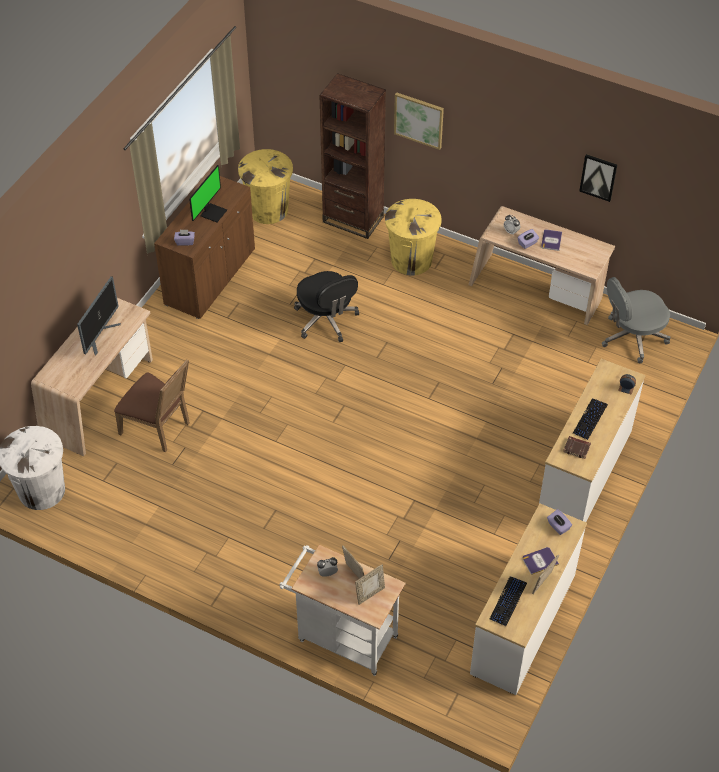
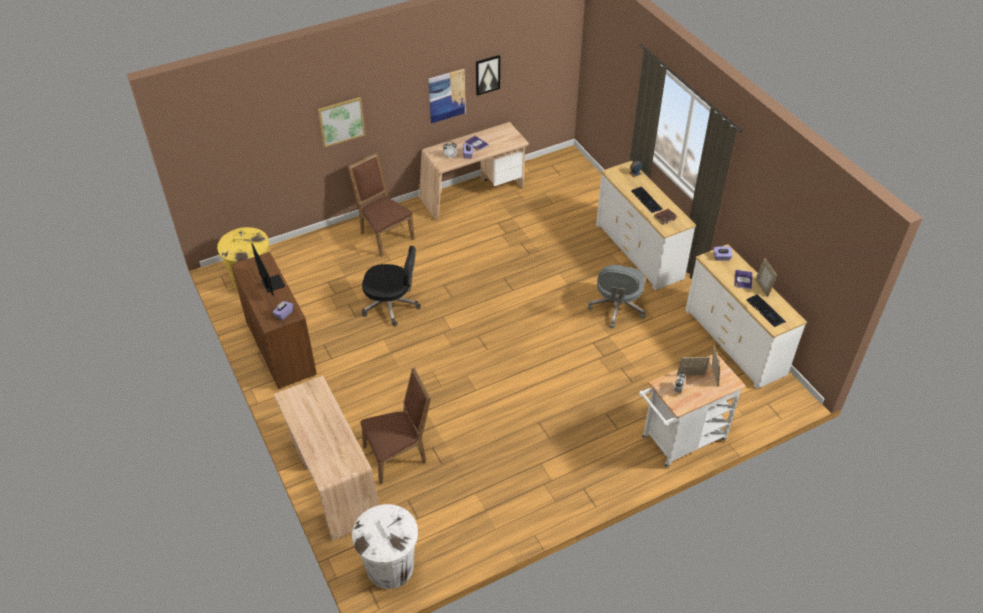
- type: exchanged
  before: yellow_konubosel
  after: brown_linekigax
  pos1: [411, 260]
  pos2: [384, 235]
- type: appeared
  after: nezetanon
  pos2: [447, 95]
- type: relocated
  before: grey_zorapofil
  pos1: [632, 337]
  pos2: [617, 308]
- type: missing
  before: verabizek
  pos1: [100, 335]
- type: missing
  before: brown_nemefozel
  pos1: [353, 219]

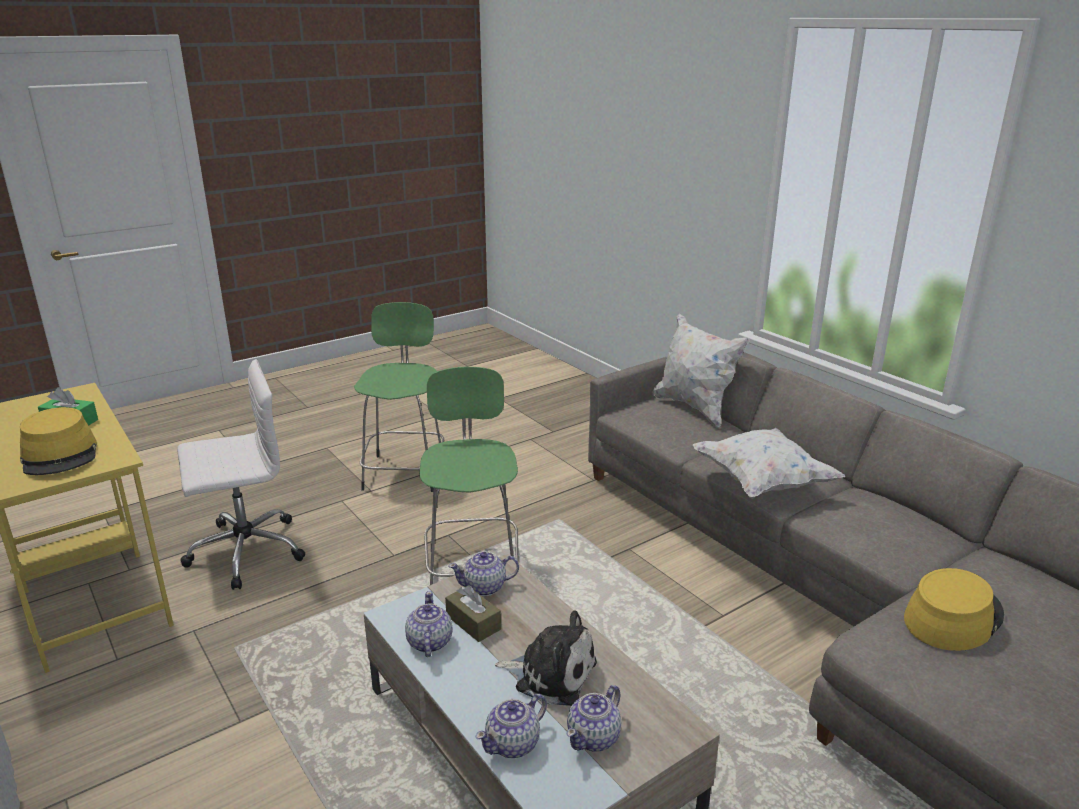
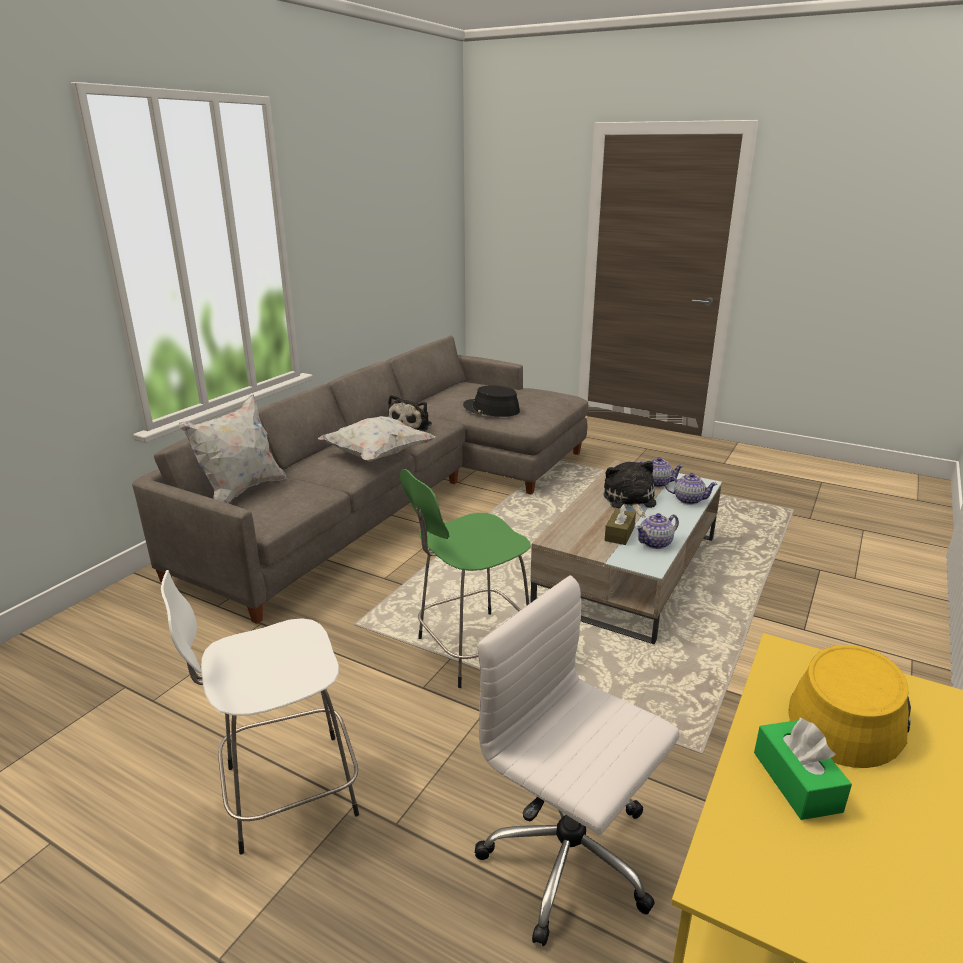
- type: colour
  before: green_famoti
  after: white_famoti
  pos1: [405, 471]
  pos2: [285, 792]
- type: appeared
  after: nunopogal
  pos2: [411, 425]
- type: colour
  before: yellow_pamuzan
  after: black_pamuzan
  pos1: [952, 617]
  pos2: [491, 409]
- type: missing
  before: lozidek
  pos1: [485, 587]

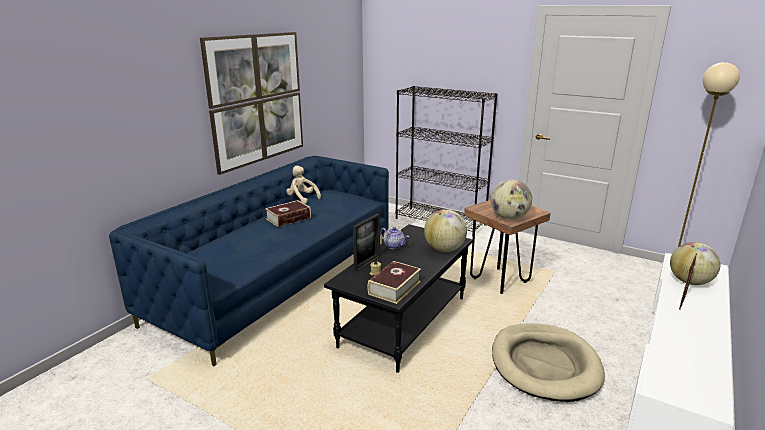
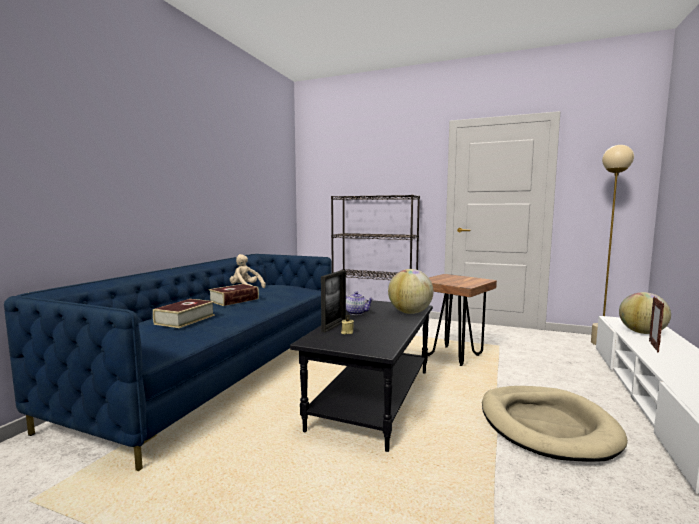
- type: relocated
  before: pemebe
  pos1: [394, 288]
  pos2: [185, 319]
- type: missing
  before: nezetanon
  pos1: [257, 99]
- type: missing
  before: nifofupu
  pos1: [509, 218]

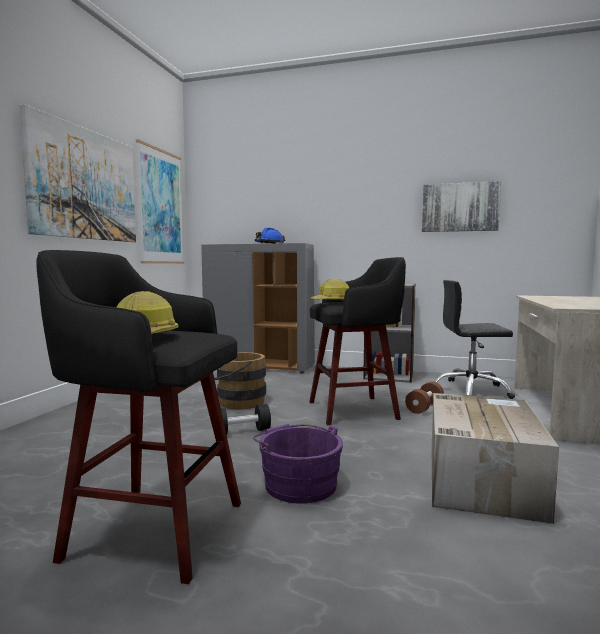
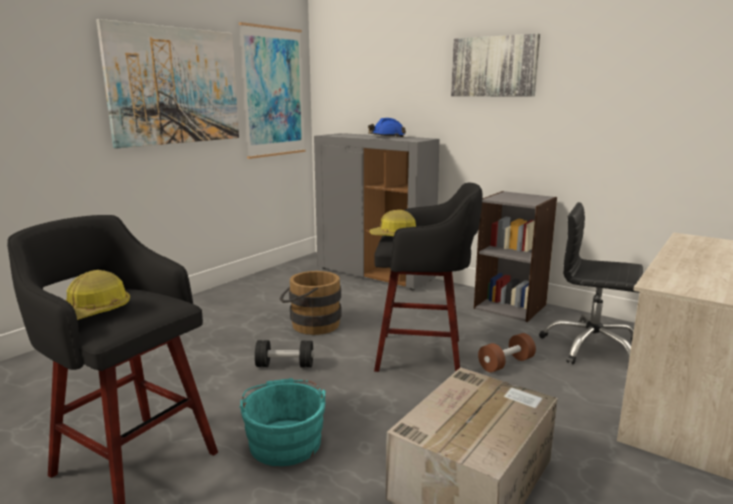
- type: colour
  before: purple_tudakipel
  after: turquoise_tudakipel
  pos1: [298, 483]
  pos2: [285, 440]
- type: relocated
  before: nezetanon
  pos1: [460, 207]
  pos2: [494, 66]

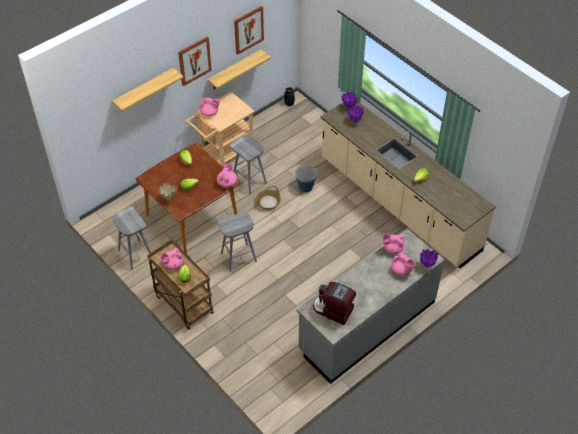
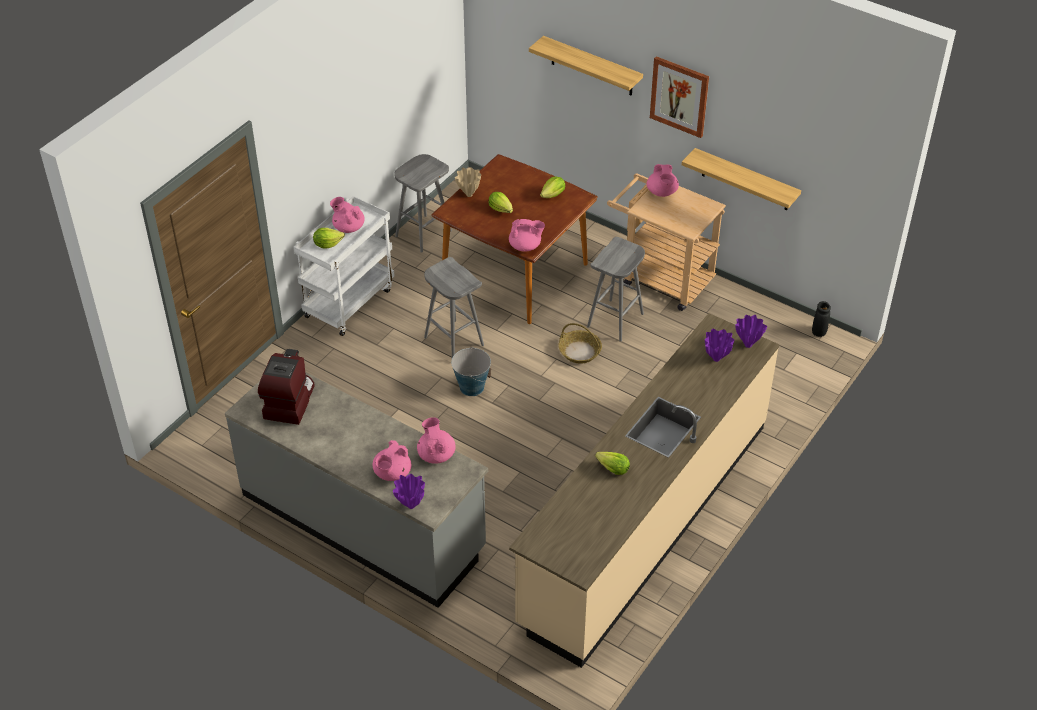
- type: colour
  before: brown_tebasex
  after: white_tebasex
  pos1: [183, 304]
  pos2: [349, 301]
- type: relocated
  before: tudakipel
  pos1: [305, 187]
  pos2: [472, 387]
- type: missing
  before: nezetanon
  pos1: [248, 29]

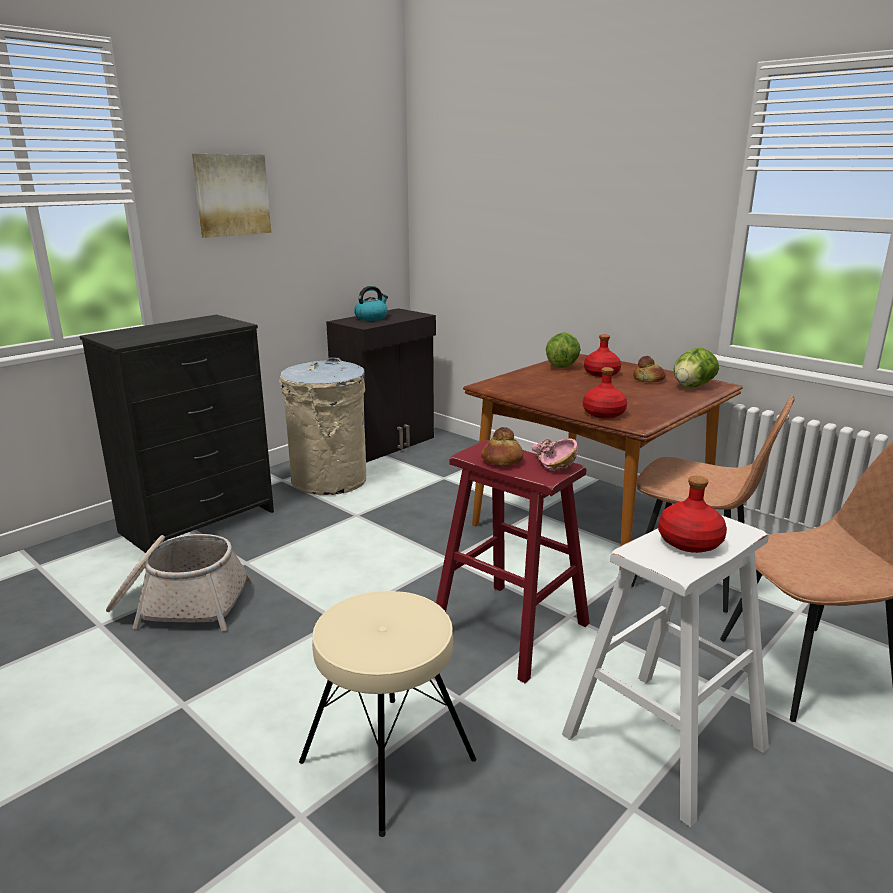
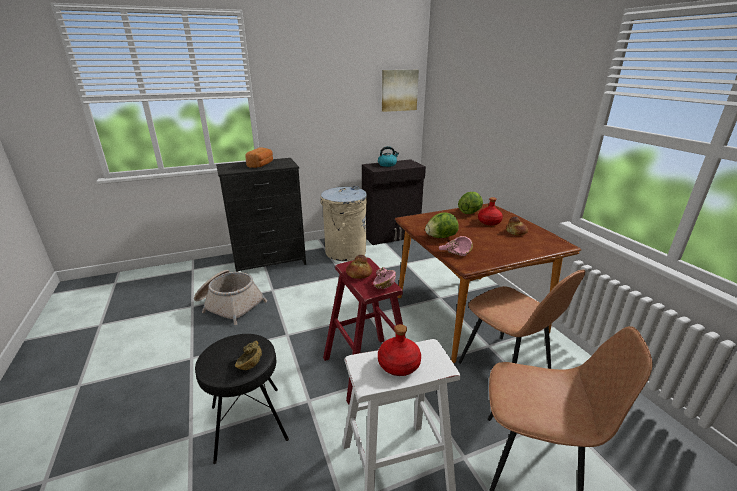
- type: colour
  before: beige_famoti
  after: black_famoti
  pos1: [387, 761]
  pos2: [248, 423]
- type: appeared
  after: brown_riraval
  pos2: [250, 360]
- type: appeared
  after: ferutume
  pos2: [261, 165]
- type: relocated
  before: nezetanon
  pos1: [231, 195]
  pos2: [399, 90]
- type: relocated
  before: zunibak
  pos1: [692, 386]
  pos2: [440, 237]
- type: exchanged
  before: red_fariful
  after: pink_riraval
  pos1: [603, 413]
  pos2: [455, 253]

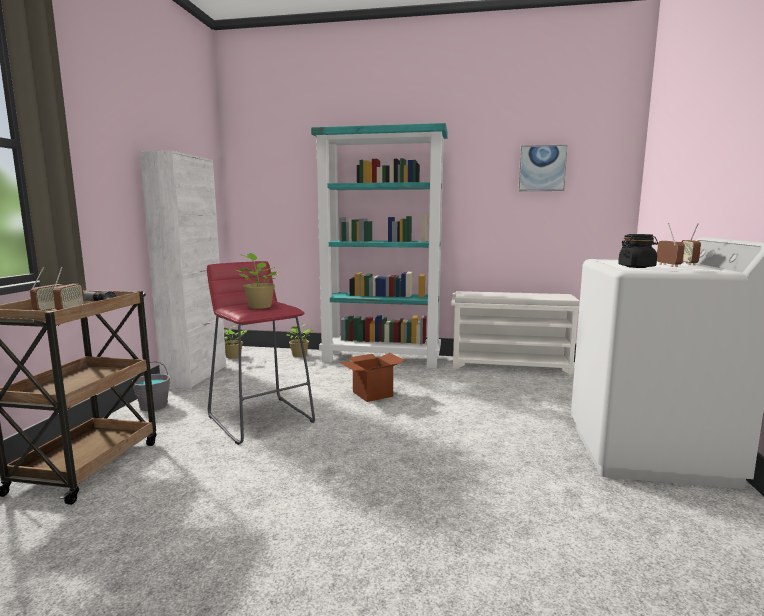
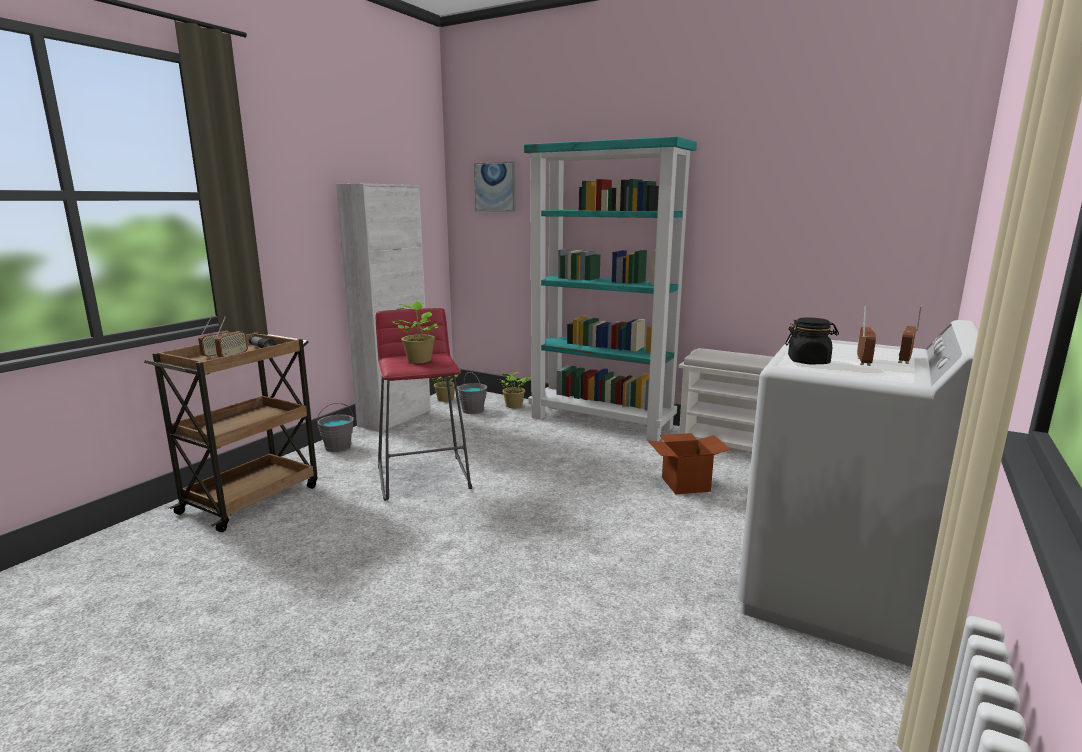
- type: appeared
  after: grey_tudakipel
  pos2: [472, 410]
- type: relocated
  before: nezetanon
  pos1: [542, 168]
  pos2: [495, 187]
- type: relocated
  before: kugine
  pos1: [373, 394]
  pos2: [686, 484]

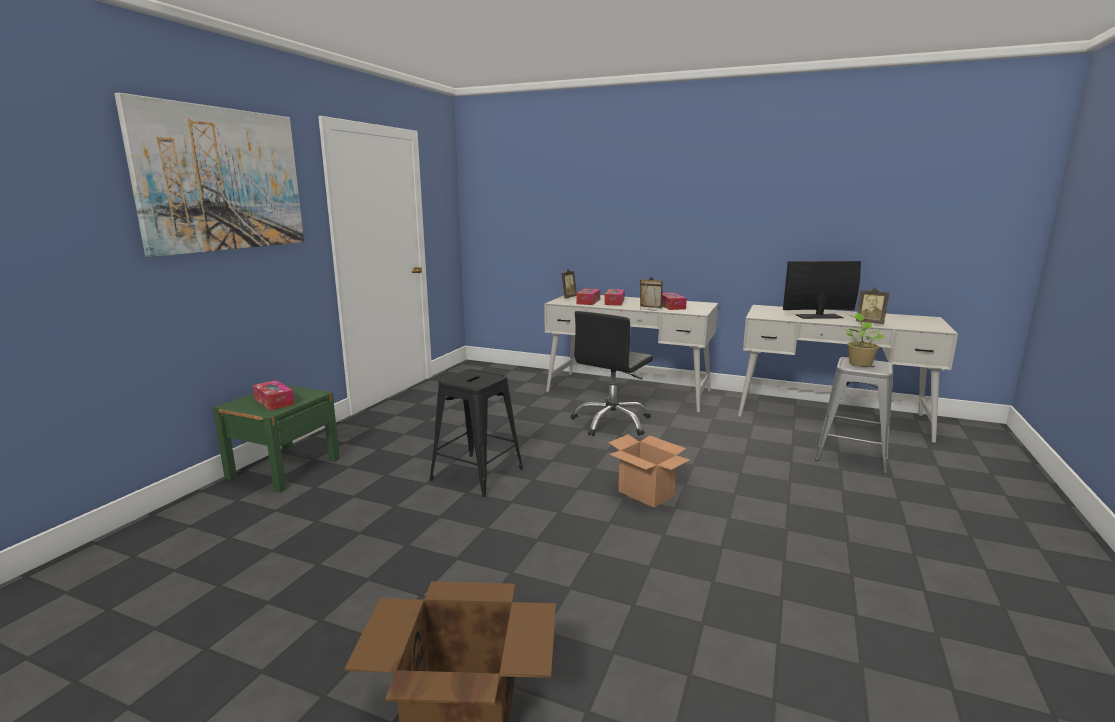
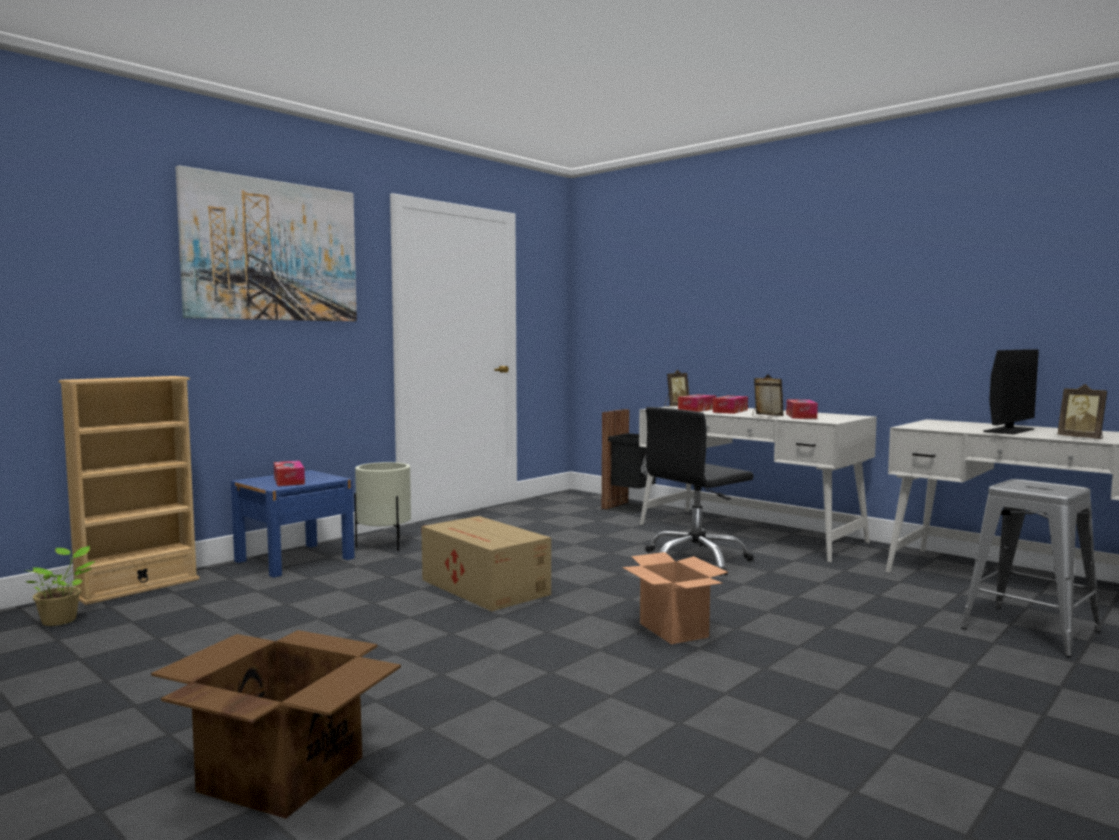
- type: relocated
  before: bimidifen
  pos1: [859, 363]
  pos2: [61, 620]
- type: appeared
  after: beige_nemefozel
  pos2: [138, 587]
- type: colour
  before: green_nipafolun
  after: blue_nipafolun
  pos1: [284, 468]
  pos2: [294, 560]
- type: appeared
  after: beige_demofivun
  pos2: [384, 545]
- type: exchanged
  before: black_famoti
  after: kugine
  pos1: [477, 474]
  pos2: [485, 588]
- type: appeared
  after: black_konubosel
  pos2: [630, 508]
- type: spun
  before: verabizek
  pos1: [819, 316]
  pos2: [1009, 430]
  turn: 120

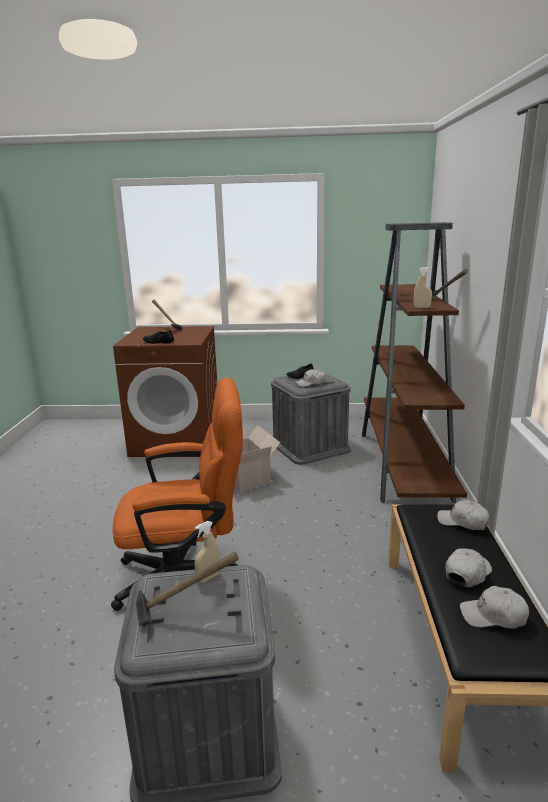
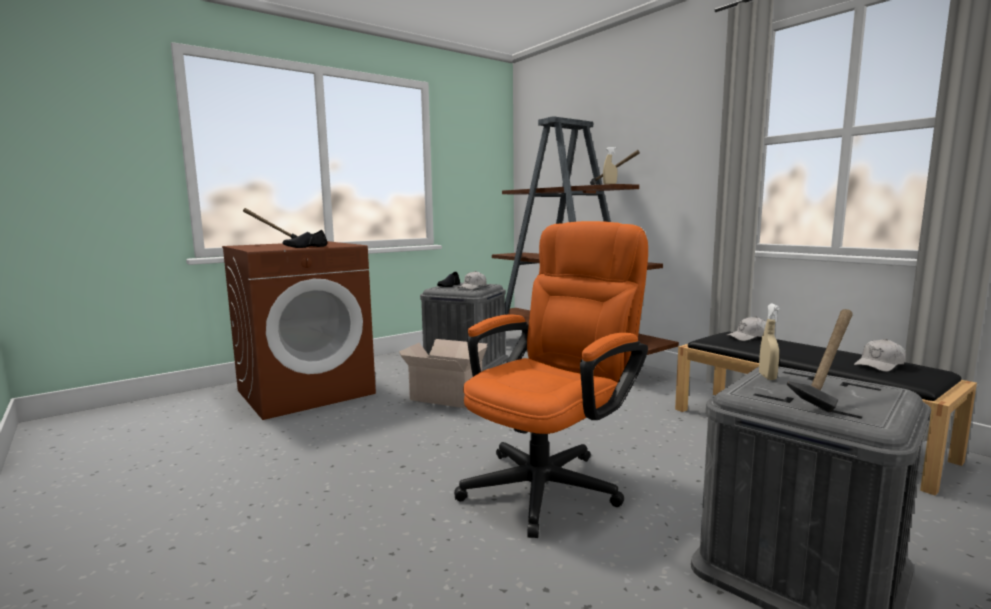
- type: missing
  before: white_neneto
  pos1: [467, 573]

